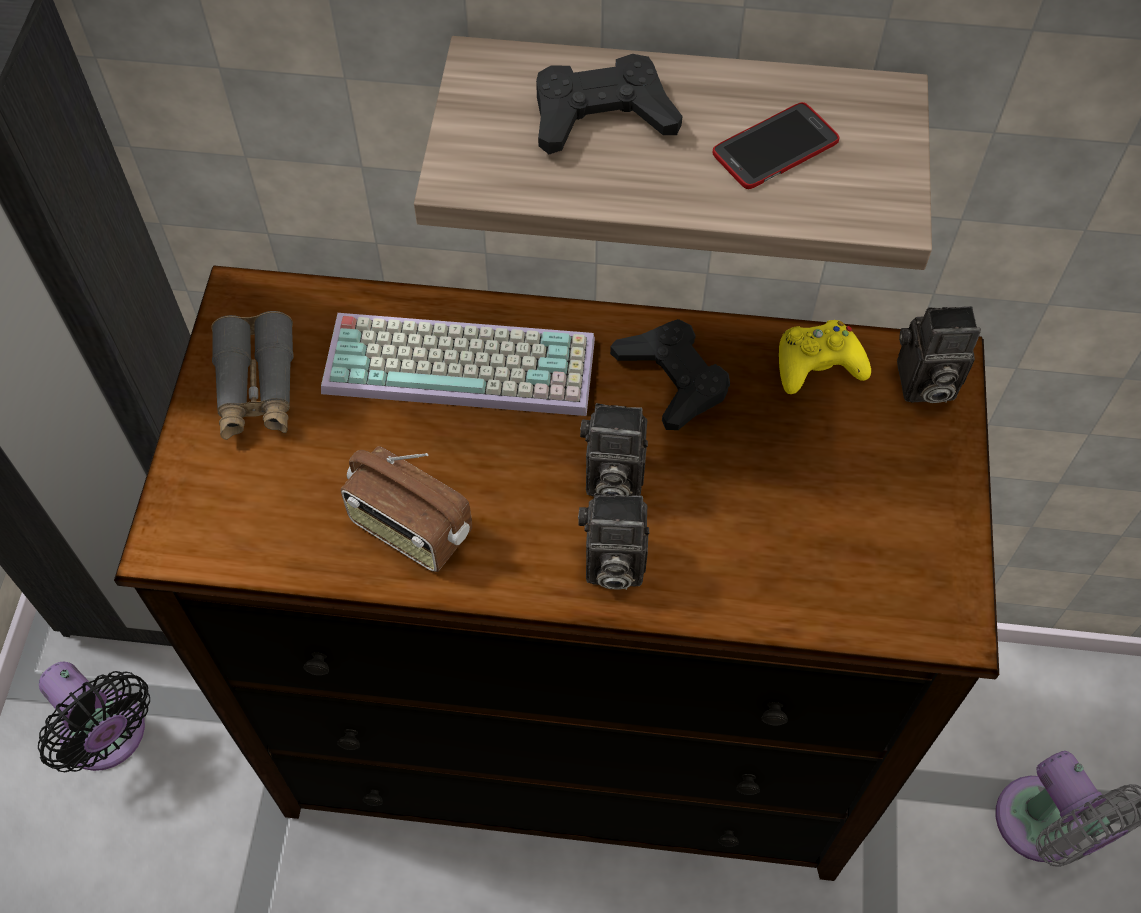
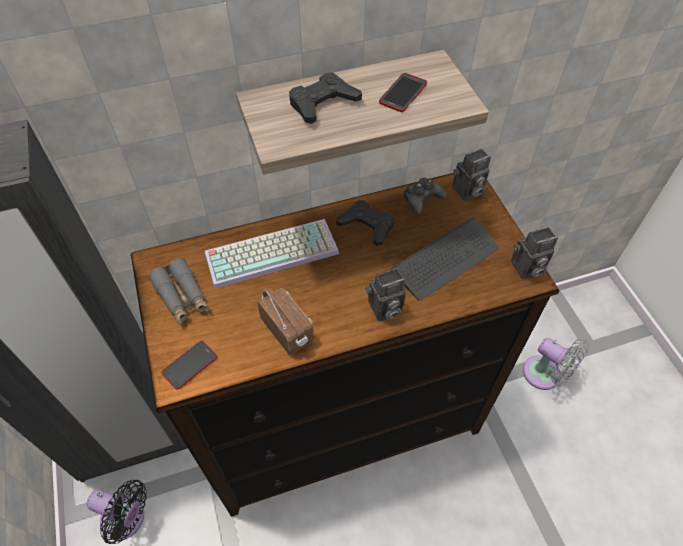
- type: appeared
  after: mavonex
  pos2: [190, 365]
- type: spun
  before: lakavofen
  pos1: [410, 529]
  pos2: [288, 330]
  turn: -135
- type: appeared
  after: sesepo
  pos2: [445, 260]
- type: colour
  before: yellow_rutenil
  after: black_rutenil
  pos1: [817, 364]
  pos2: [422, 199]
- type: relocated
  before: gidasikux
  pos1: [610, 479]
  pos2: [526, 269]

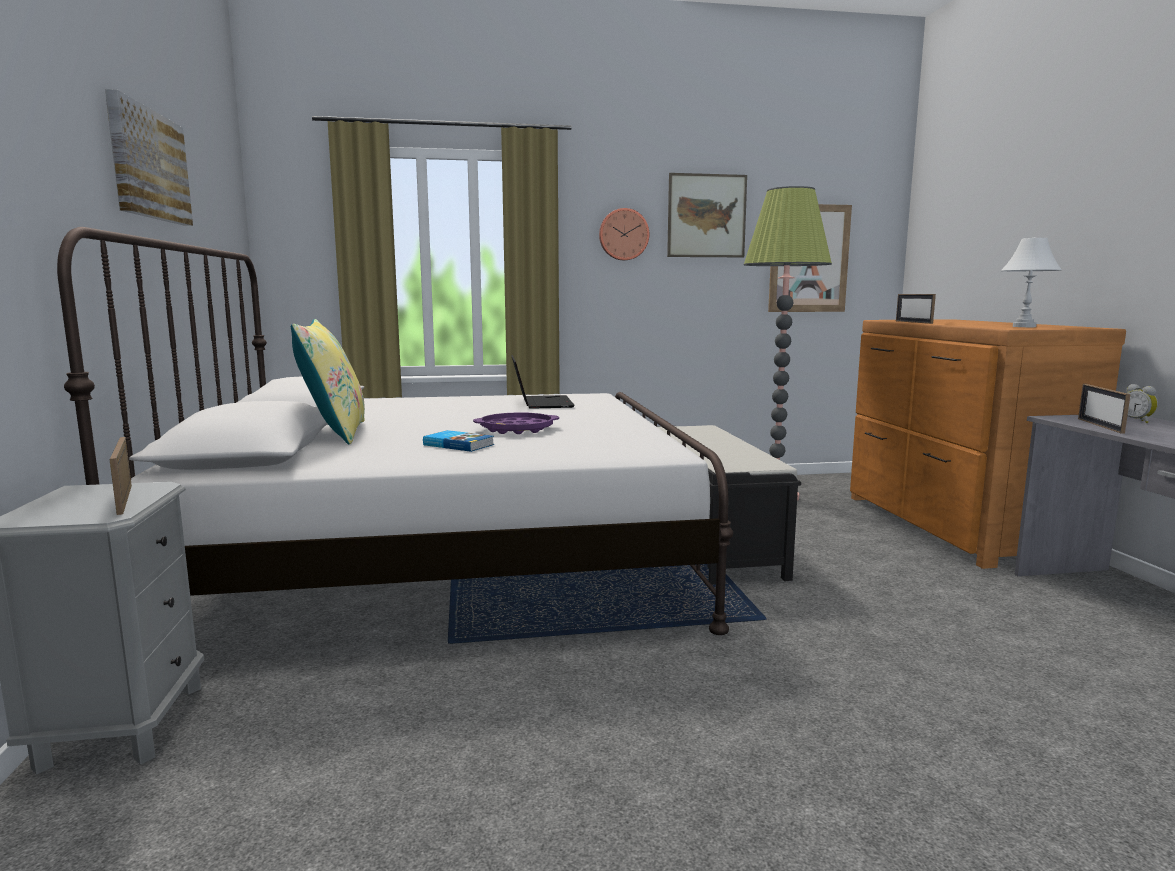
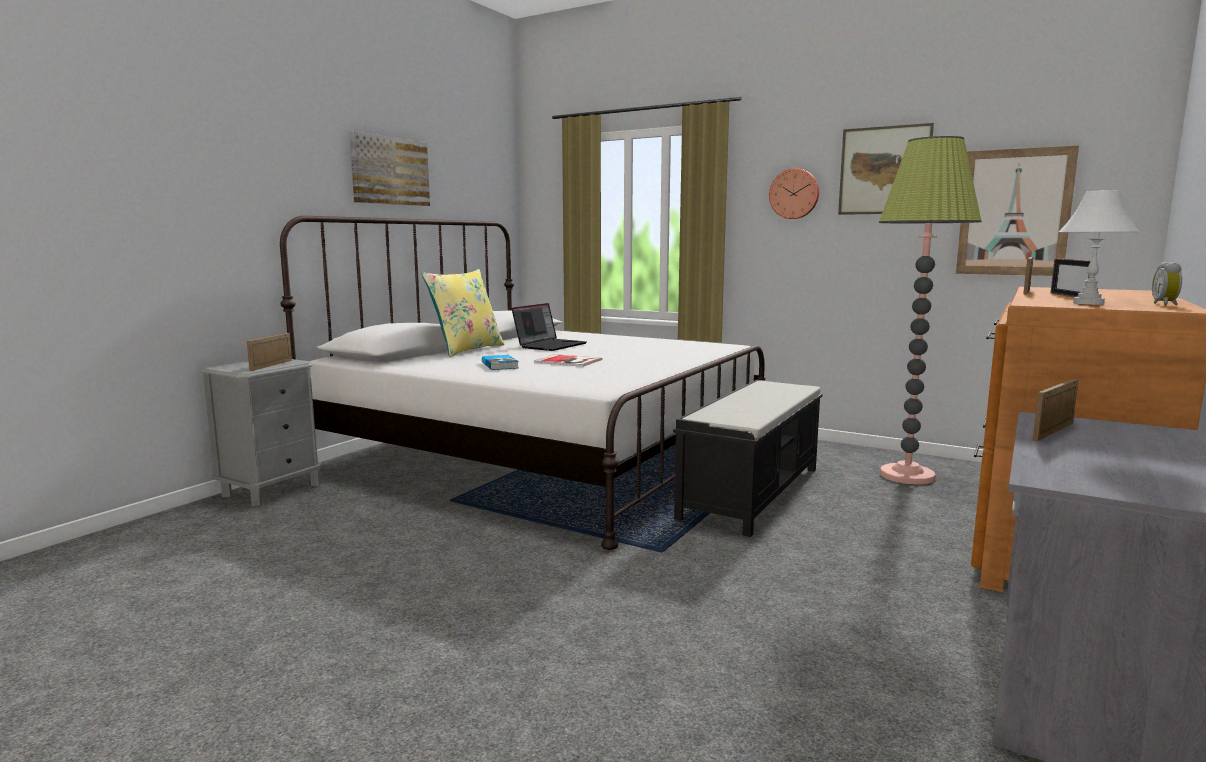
- type: relocated
  before: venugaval
  pos1: [541, 403]
  pos2: [550, 345]
- type: exchanged
  before: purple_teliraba
  after: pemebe
  pos1: [517, 429]
  pos2: [569, 361]
- type: appeared
  after: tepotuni
  pos2: [1069, 296]
- type: relocated
  before: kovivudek
  pos1: [1137, 421]
  pos2: [1166, 304]

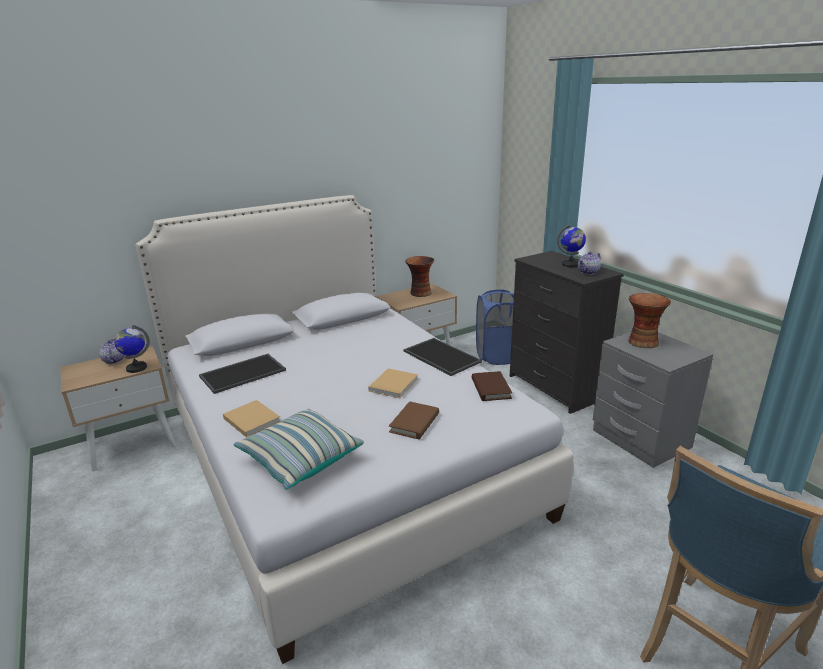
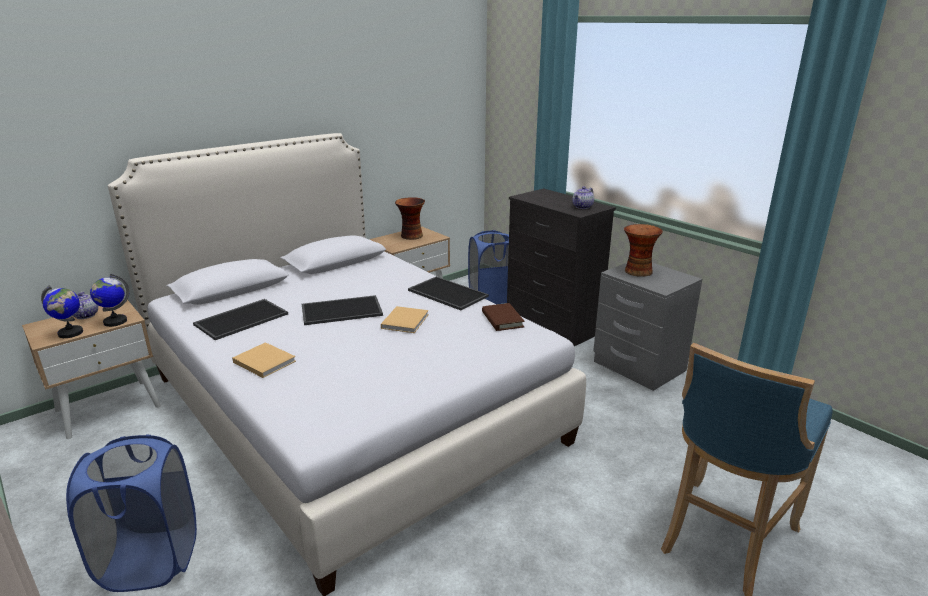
- type: relocated
  before: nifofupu
  pos1: [570, 264]
  pos2: [70, 333]
- type: appeared
  after: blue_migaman
  pos2: [150, 561]
- type: appeared
  after: teliraba
  pos2: [342, 310]
- type: missing
  before: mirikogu
  pos1: [300, 459]
- type: missing
  before: brown_pemebe
  pos1: [414, 423]

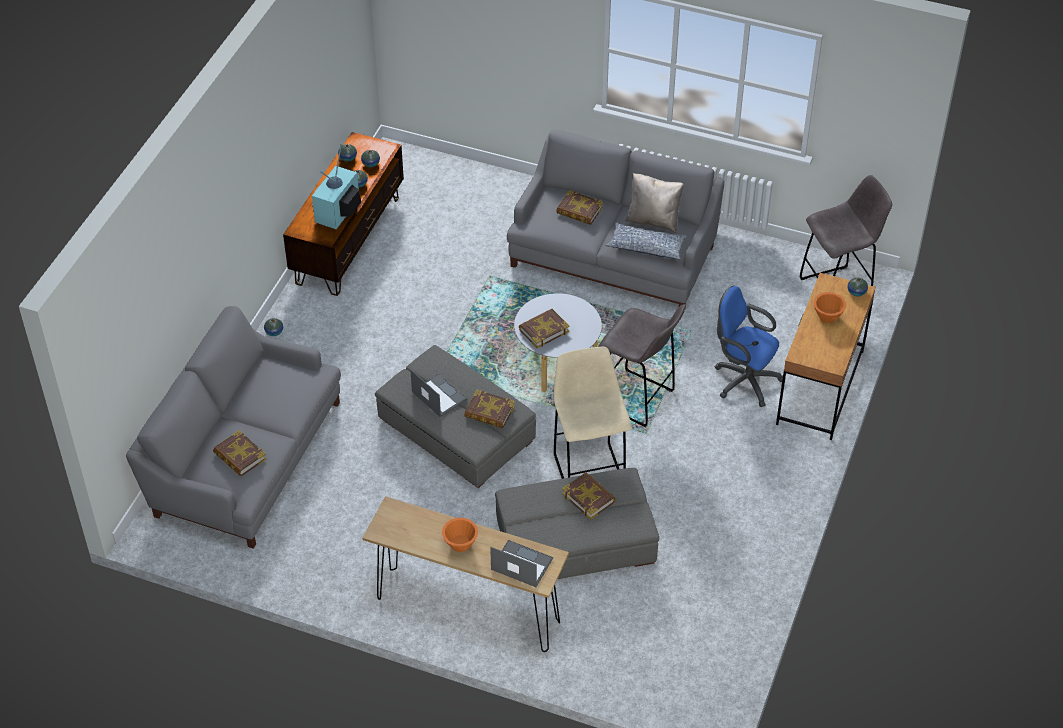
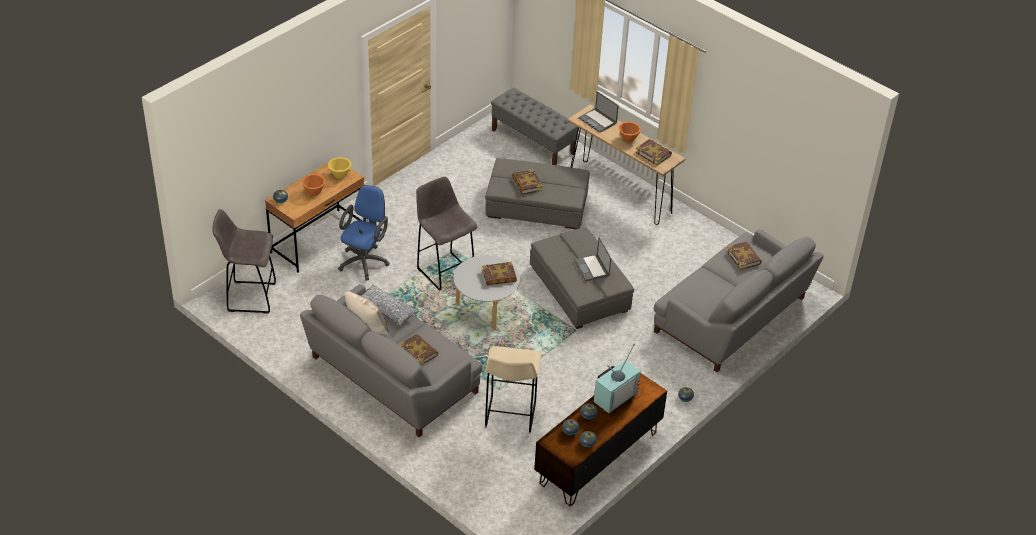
- type: appeared
  after: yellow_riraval
  pos2: [340, 175]
- type: spun
  before: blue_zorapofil
  pos1: [743, 380]
  pos2: [365, 261]
  turn: -120
- type: relocated
  before: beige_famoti
  pos1: [588, 468]
  pos2: [510, 416]
- type: appeared
  after: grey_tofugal
  pos2: [533, 142]
- type: relocated
  before: pemebe
  pos1: [489, 412]
  pos2: [653, 154]

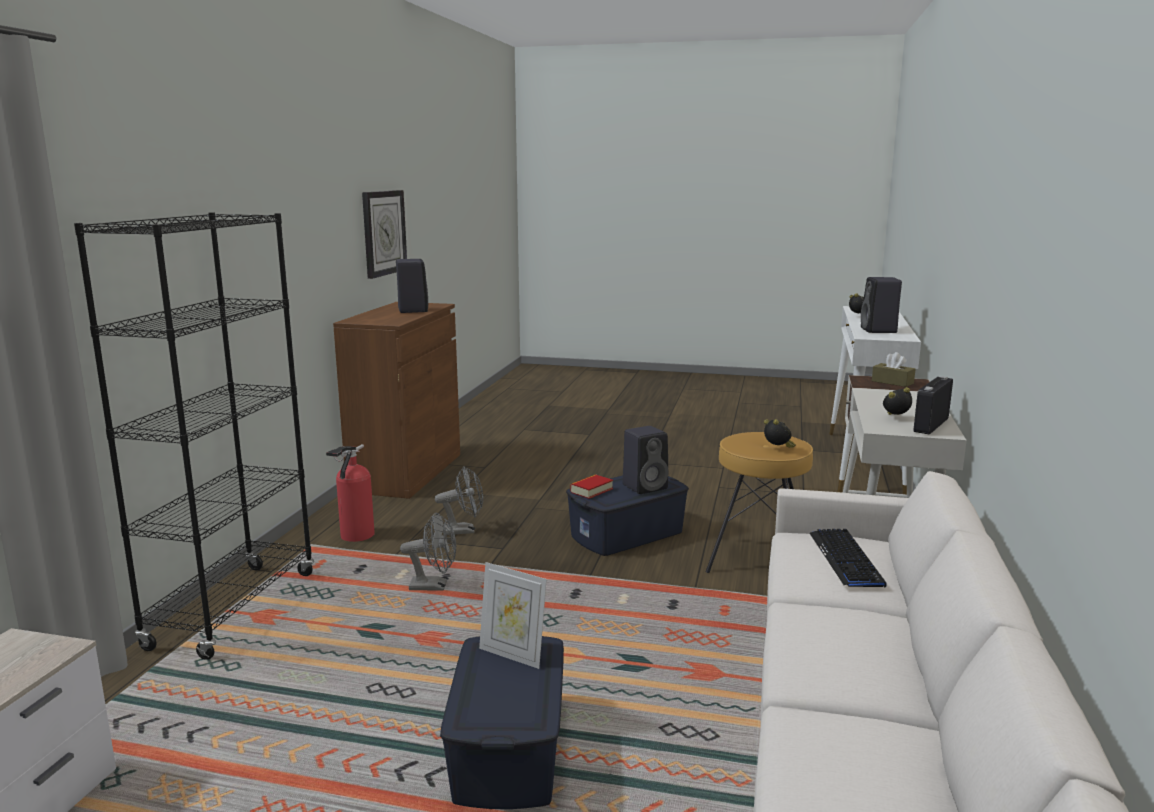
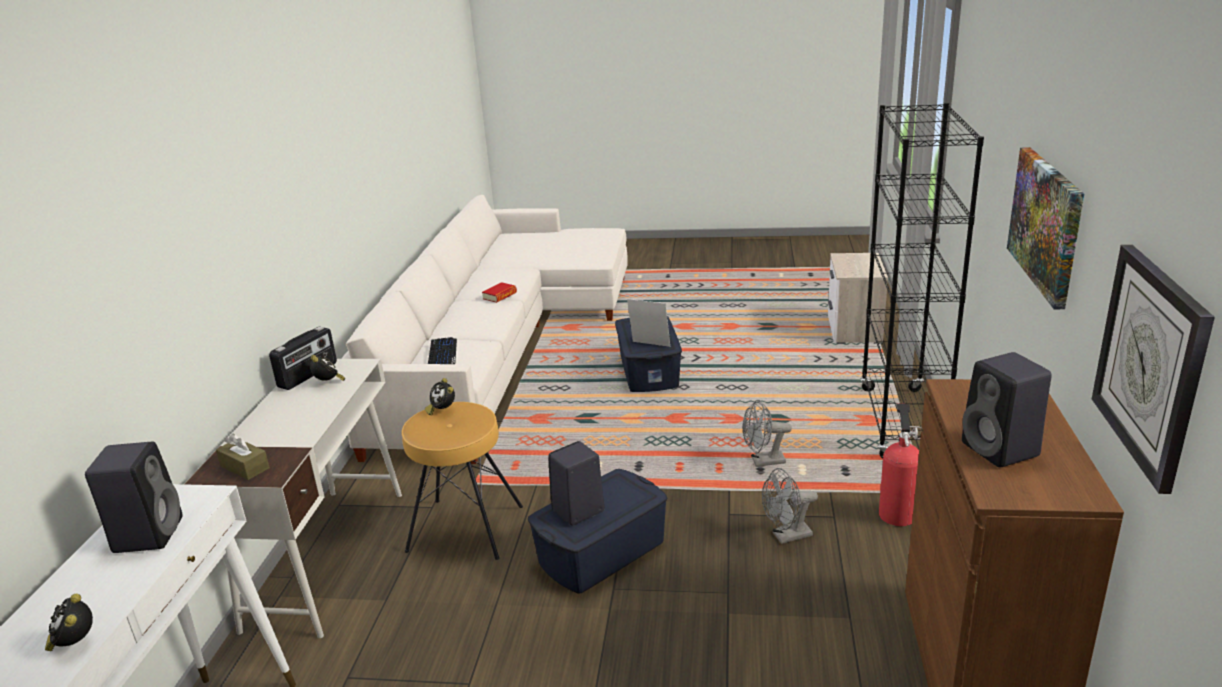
- type: spun
  before: kovivudek
  pos1: [896, 418]
  pos2: [328, 383]
  turn: -105
- type: relocated
  before: pemebe
  pos1: [591, 490]
  pos2: [500, 296]
- type: appeared
  after: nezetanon
  pos2: [1046, 223]

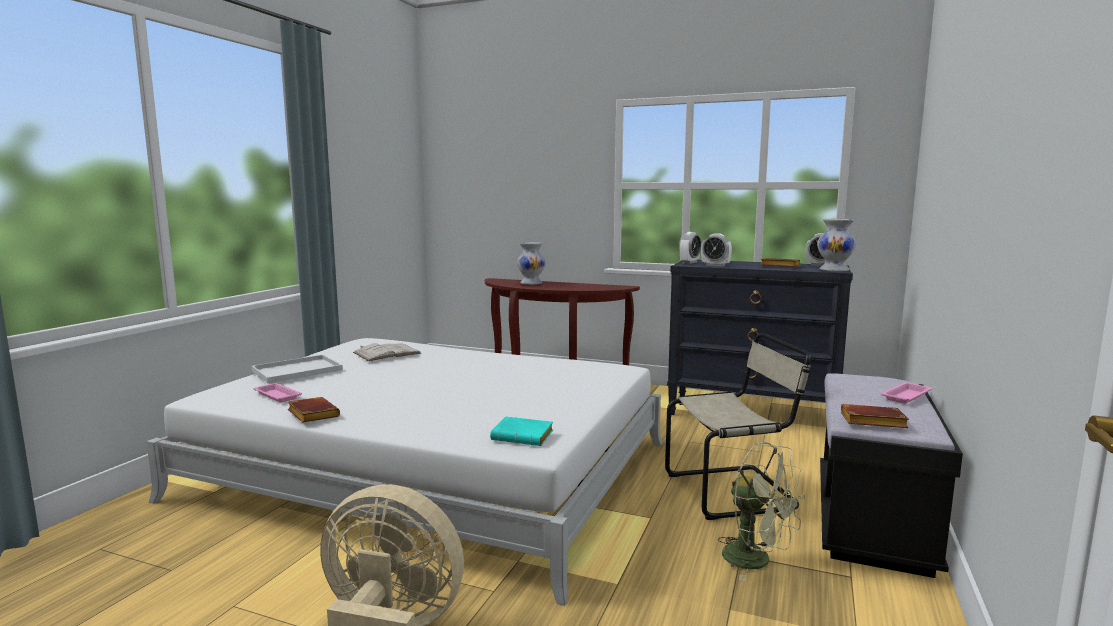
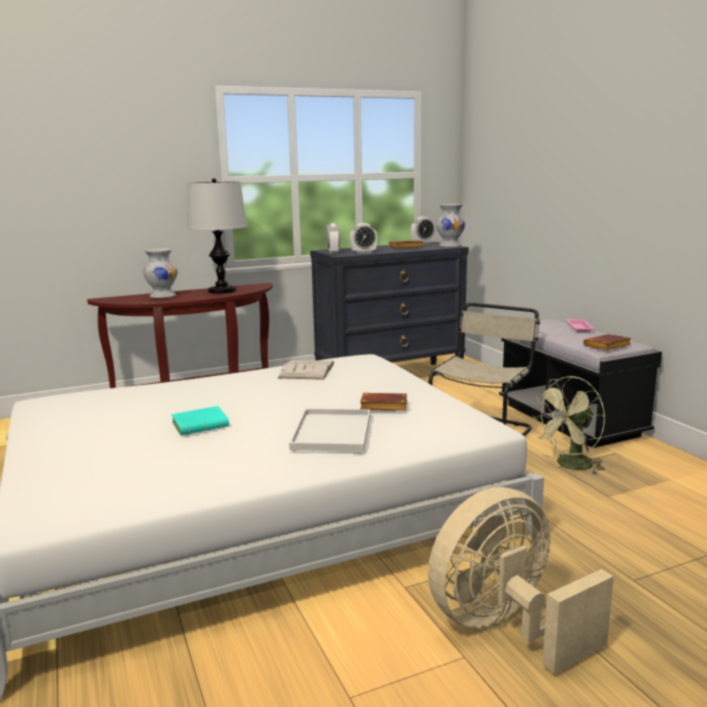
- type: relocated
  before: turquoise_pemebe
  pos1: [524, 436]
  pos2: [201, 425]
- type: appeared
  after: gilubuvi
  pos2: [221, 290]
- type: relocated
  before: white_pemebe
  pos1: [387, 353]
  pos2: [307, 370]
- type: relocated
  before: white_teliraba
  pos1: [296, 371]
  pos2: [333, 432]
- type: relocated
  before: brown_pemebe
  pos1: [311, 414]
  pos2: [382, 407]
- type: spun
  before: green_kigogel
  pos1: [757, 561]
  pos2: [570, 466]
  turn: 150
- type: missing
  before: pink_teliraba
  pos1: [277, 395]

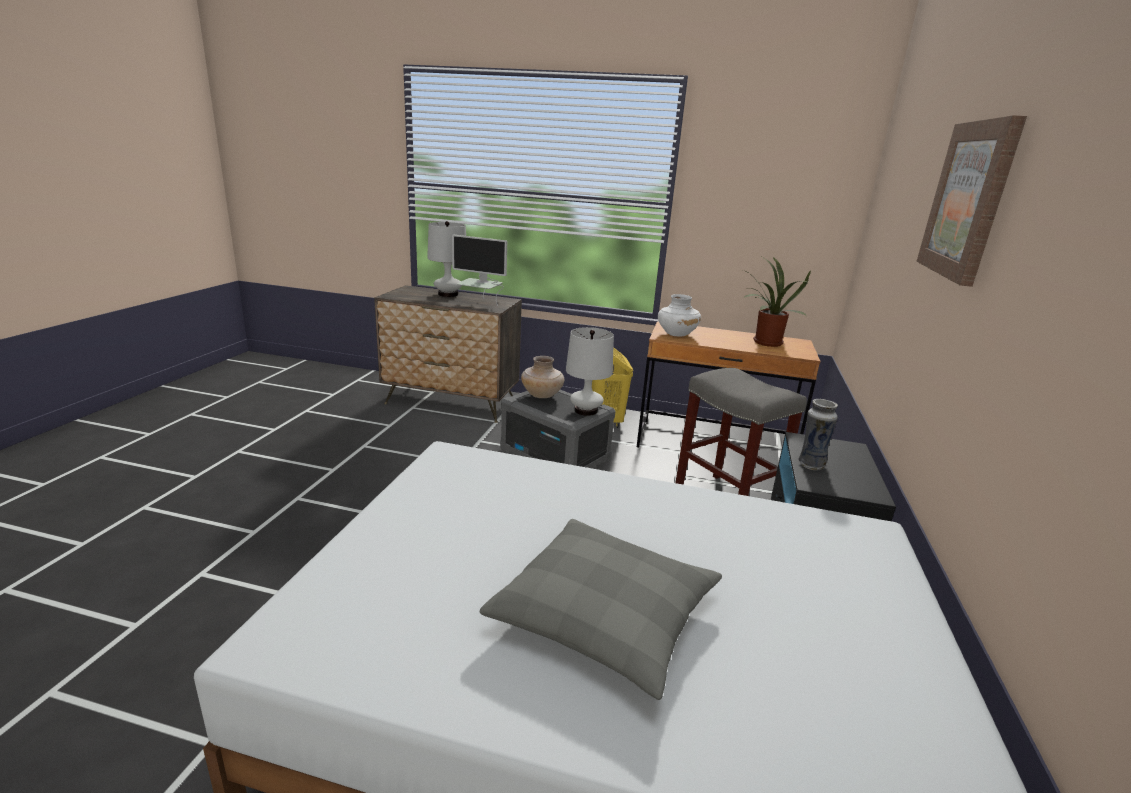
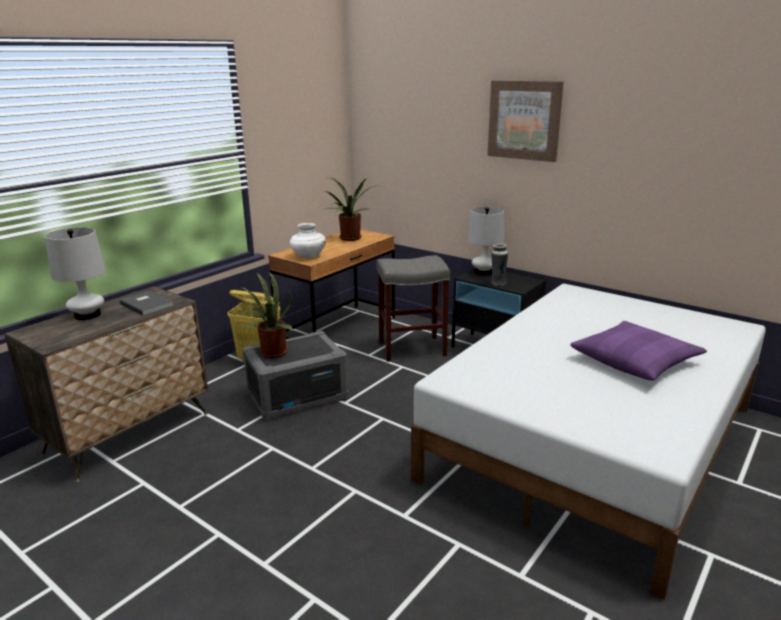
- type: exchanged
  before: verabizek
  after: grey_pemebe
  pos1: [480, 303]
  pos2: [148, 304]
- type: exchanged
  before: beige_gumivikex
  after: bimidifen
  pos1: [542, 395]
  pos2: [270, 353]
- type: relocated
  before: white_gilubuvi
  pos1: [586, 410]
  pos2: [484, 272]
- type: colour
  before: grey_mirikogu
  after: purple_mirikogu
  pos1: [605, 615]
  pos2: [635, 361]

